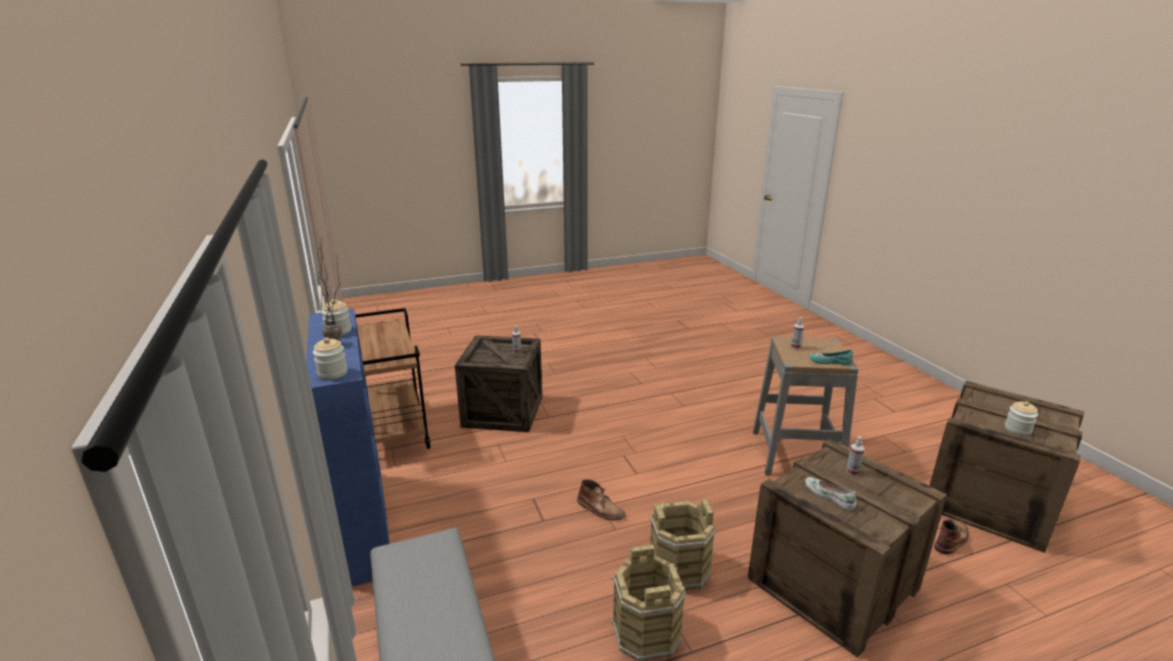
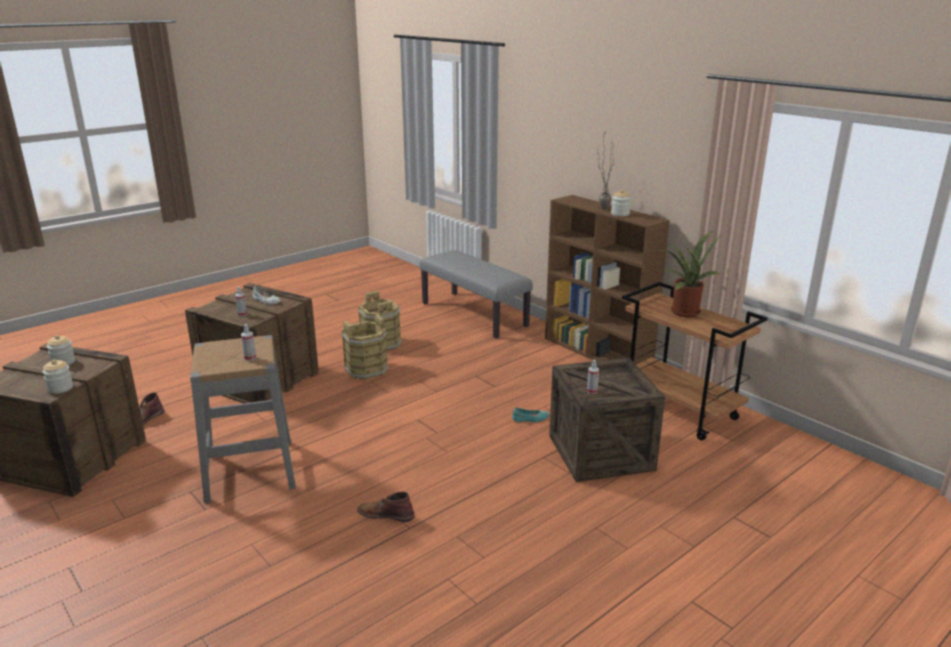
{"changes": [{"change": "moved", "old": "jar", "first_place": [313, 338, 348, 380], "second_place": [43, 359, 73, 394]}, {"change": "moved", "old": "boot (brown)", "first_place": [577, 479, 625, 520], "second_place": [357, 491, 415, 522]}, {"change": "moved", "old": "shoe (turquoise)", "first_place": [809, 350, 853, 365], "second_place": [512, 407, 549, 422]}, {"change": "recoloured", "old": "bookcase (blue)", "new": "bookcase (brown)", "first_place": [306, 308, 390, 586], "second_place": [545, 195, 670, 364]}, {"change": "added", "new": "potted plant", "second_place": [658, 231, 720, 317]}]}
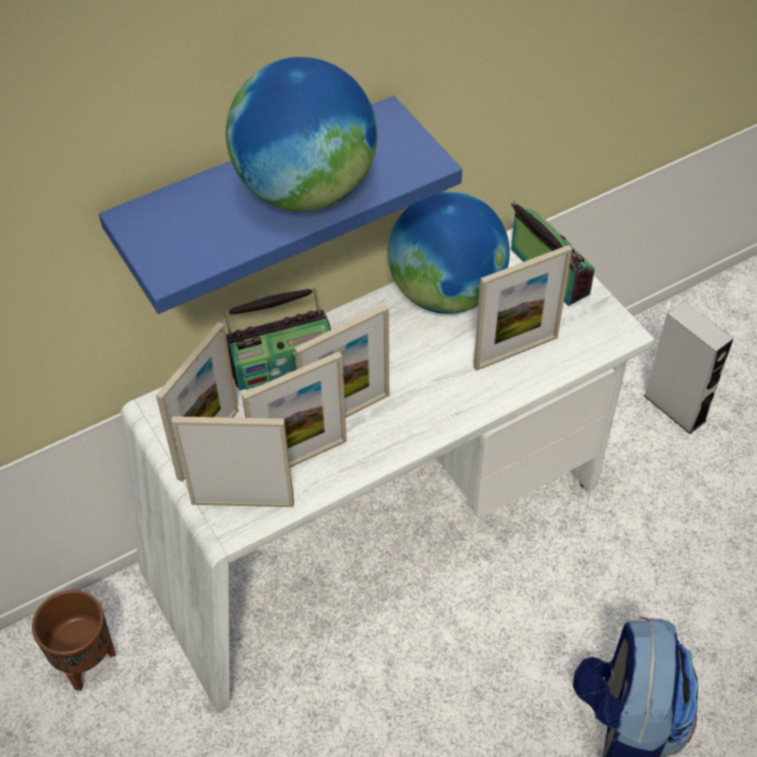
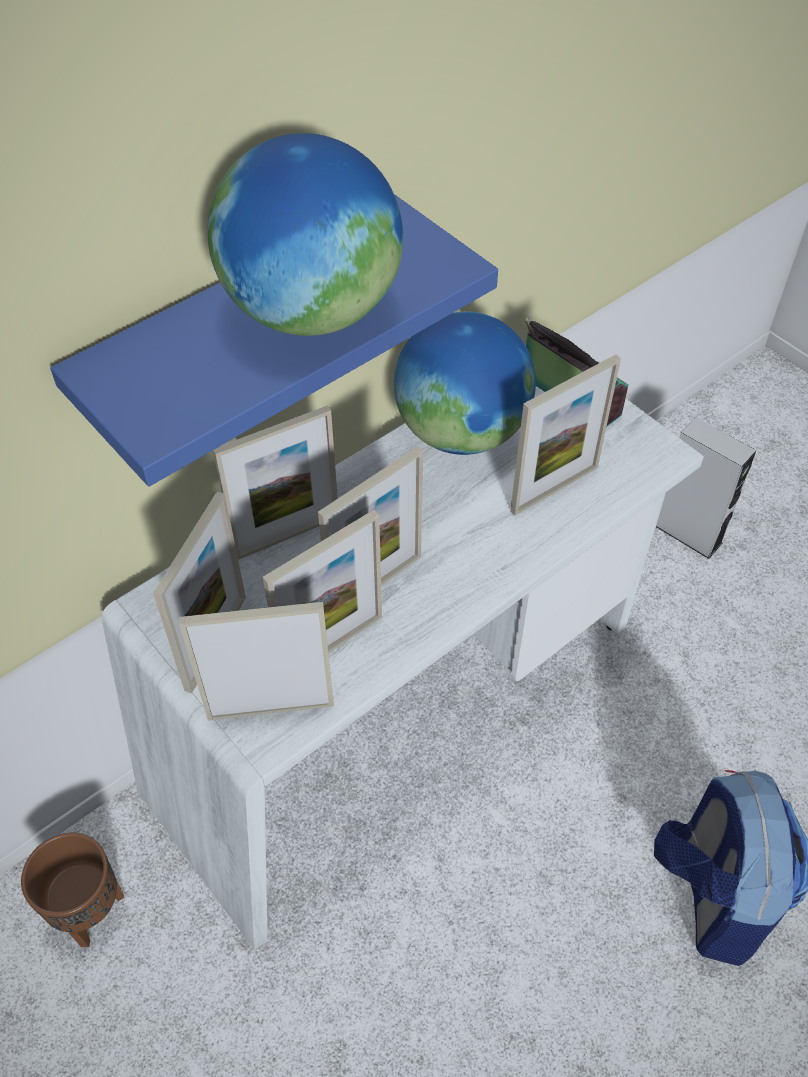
{"changes": [{"change": "replaced", "old": "radio", "new": "picture frame", "first_place": [224, 287, 331, 391], "second_place": [213, 405, 338, 560]}]}
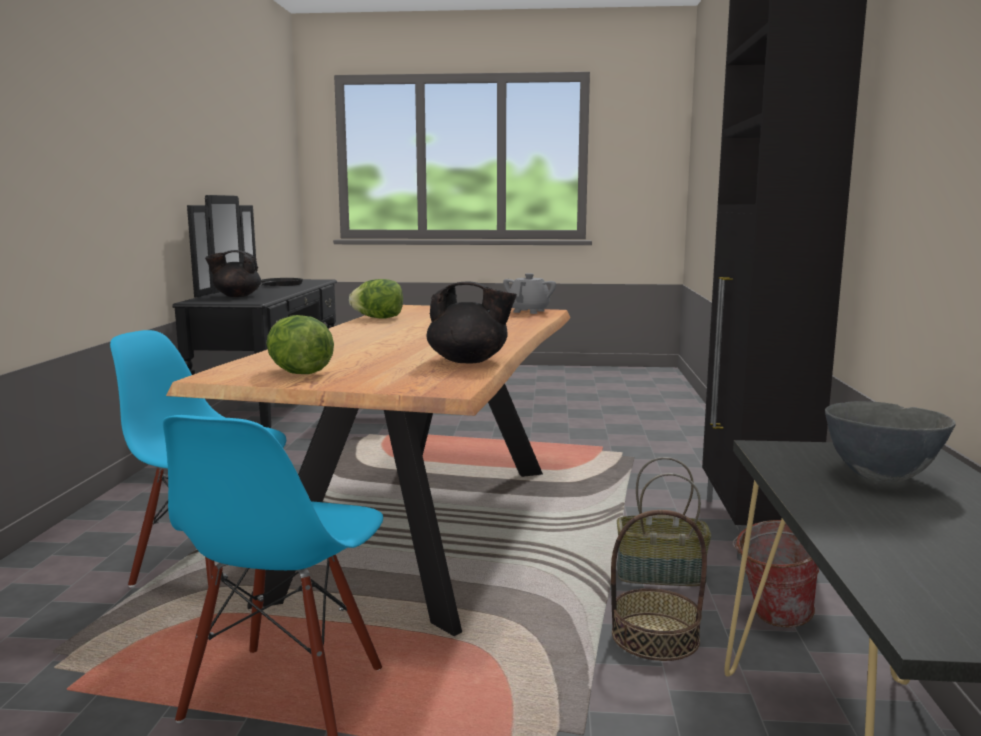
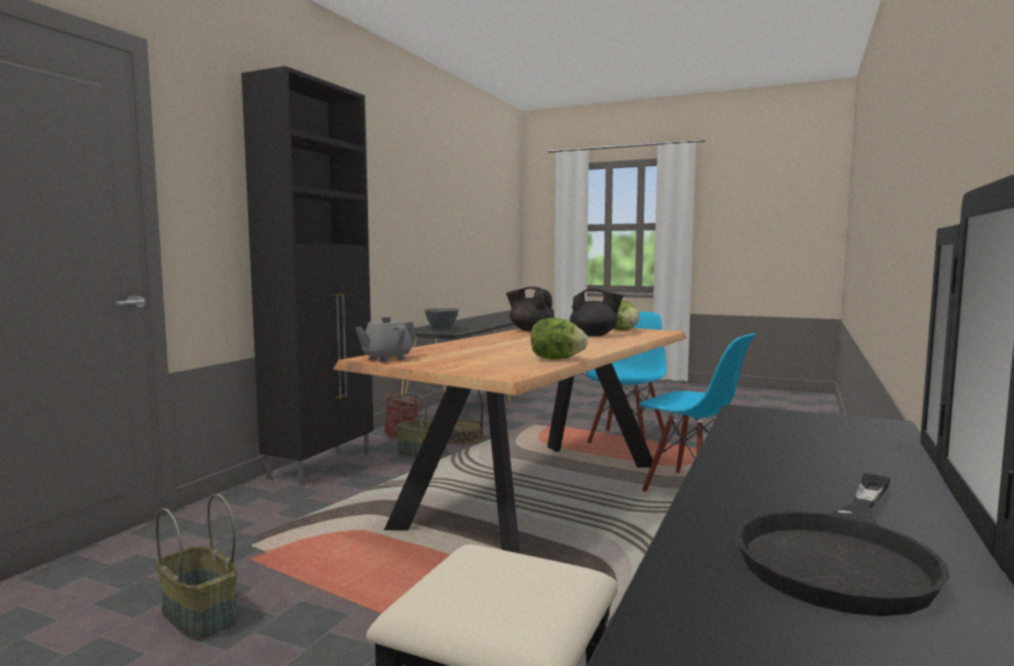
{"changes": [{"change": "added", "new": "basket", "second_place": [156, 494, 238, 640]}, {"change": "moved", "old": "teapot (black)", "first_place": [205, 250, 261, 297], "second_place": [569, 289, 623, 336]}]}
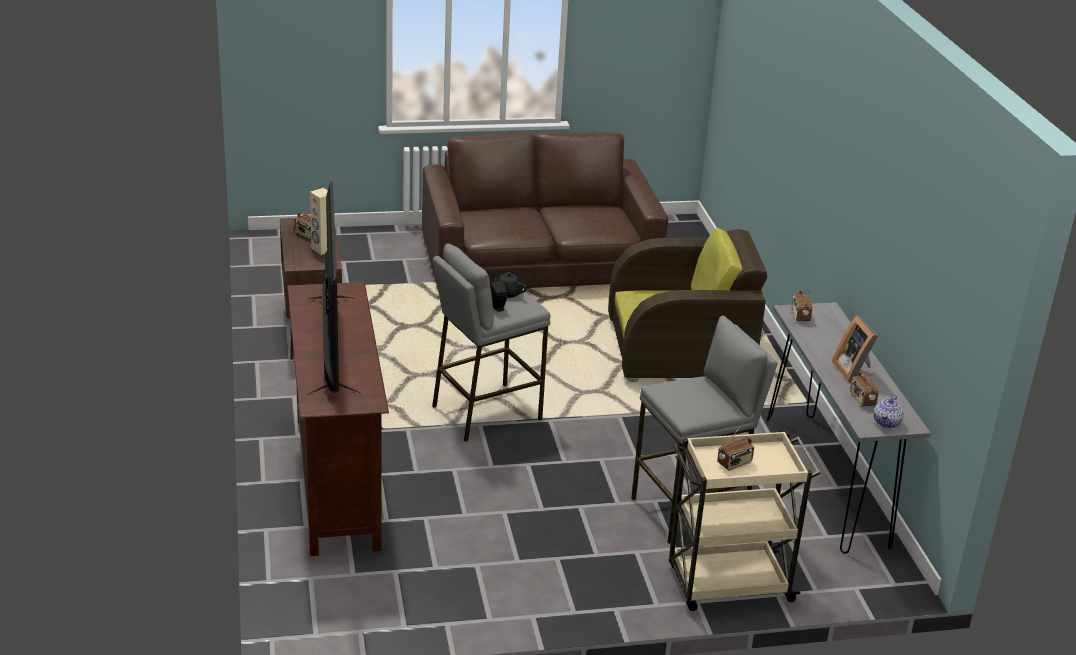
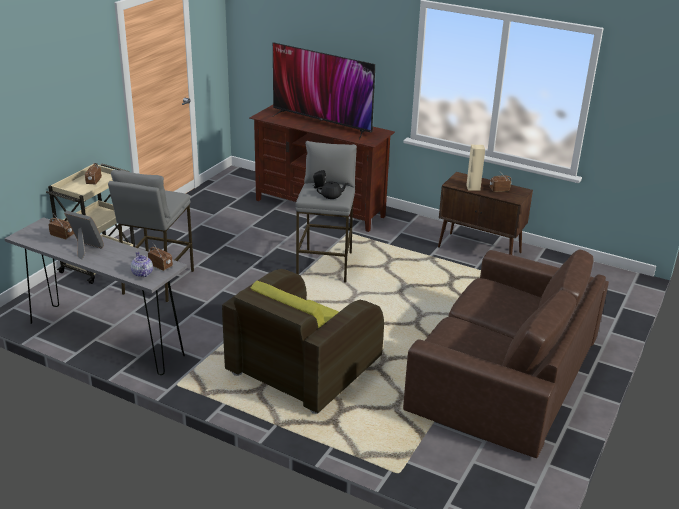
{"changes": [{"change": "moved", "old": "teapot", "first_place": [874, 395, 904, 428], "second_place": [131, 252, 153, 277]}]}
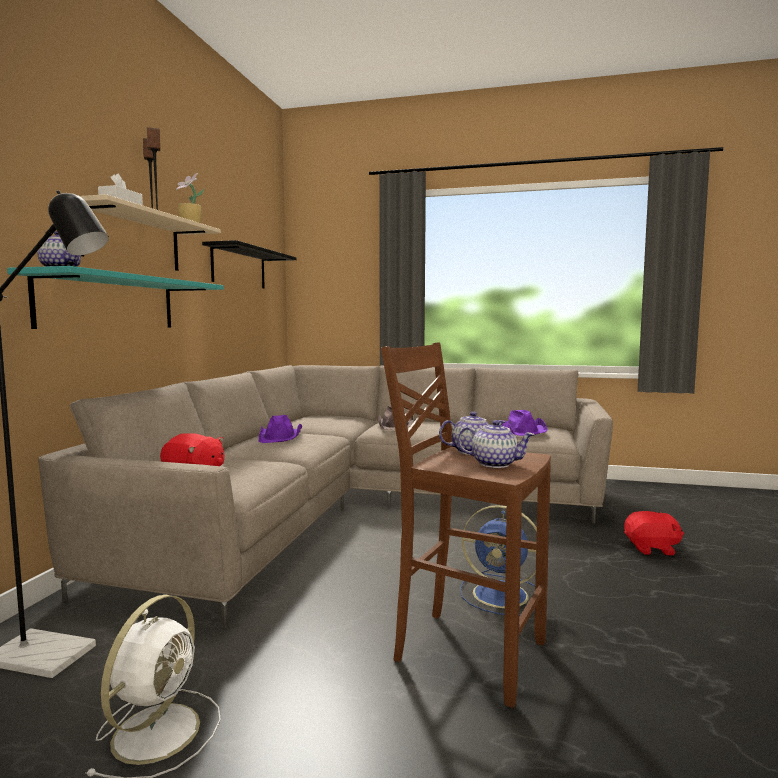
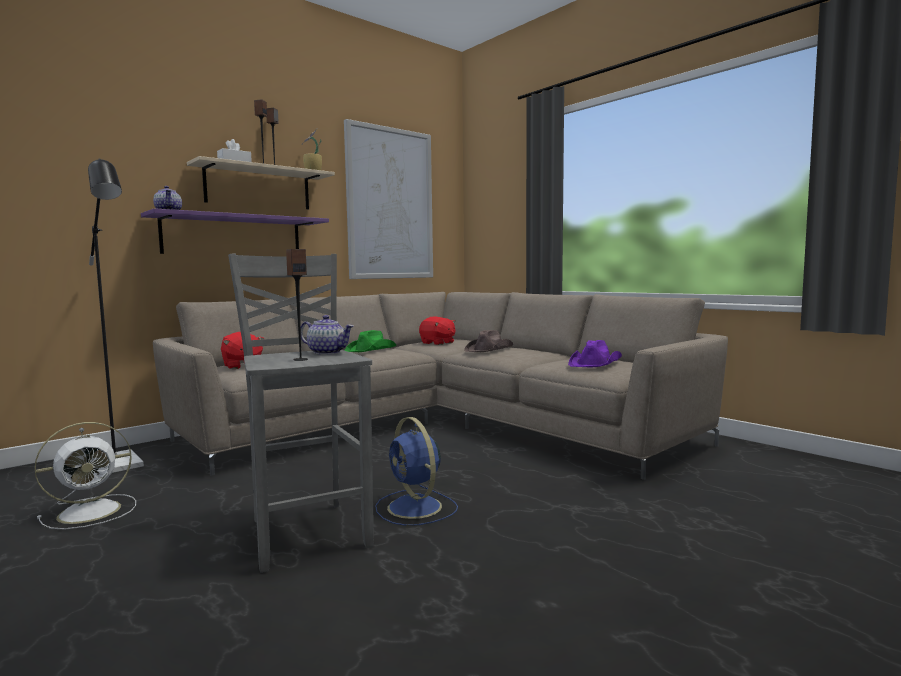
{"changes": [{"change": "recoloured", "old": "shelf (turquoise)", "new": "shelf (purple)", "first_place": [7, 266, 224, 329], "second_place": [141, 208, 329, 254]}, {"change": "recoloured", "old": "stool (brown)", "new": "stool (grey)", "first_place": [381, 343, 551, 708], "second_place": [228, 254, 374, 573]}, {"change": "replaced", "old": "teapot", "new": "speaker", "first_place": [457, 420, 535, 468], "second_place": [286, 249, 308, 361]}, {"change": "replaced", "old": "shelf (black)", "new": "picture", "first_place": [202, 240, 296, 289], "second_place": [344, 119, 433, 279]}, {"change": "recoloured", "old": "hat (purple)", "new": "hat (green)", "first_place": [259, 415, 302, 443], "second_place": [345, 330, 396, 352]}, {"change": "moved", "old": "plush toy (red)", "first_place": [624, 511, 684, 555], "second_place": [419, 316, 455, 345]}]}
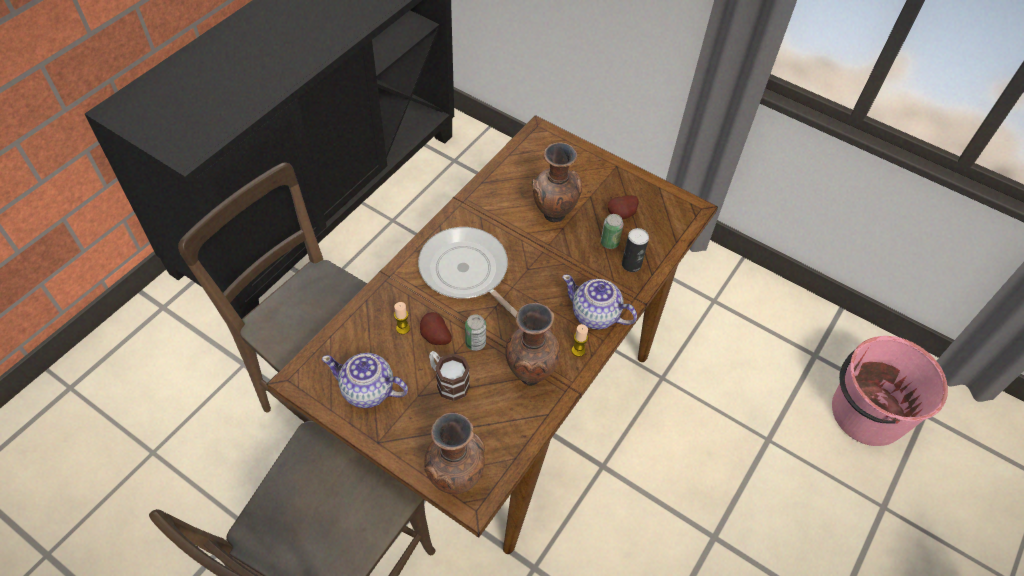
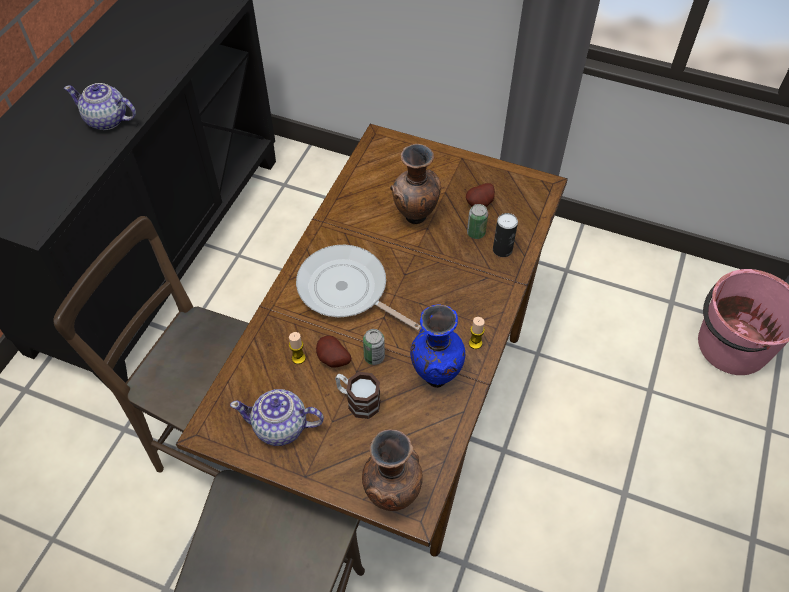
{"changes": [{"change": "moved", "old": "teapot", "first_place": [562, 275, 637, 330], "second_place": [64, 83, 136, 130]}, {"change": "recoloured", "old": "vase (brown)", "new": "vase (blue)", "first_place": [505, 303, 560, 386], "second_place": [410, 304, 465, 388]}]}
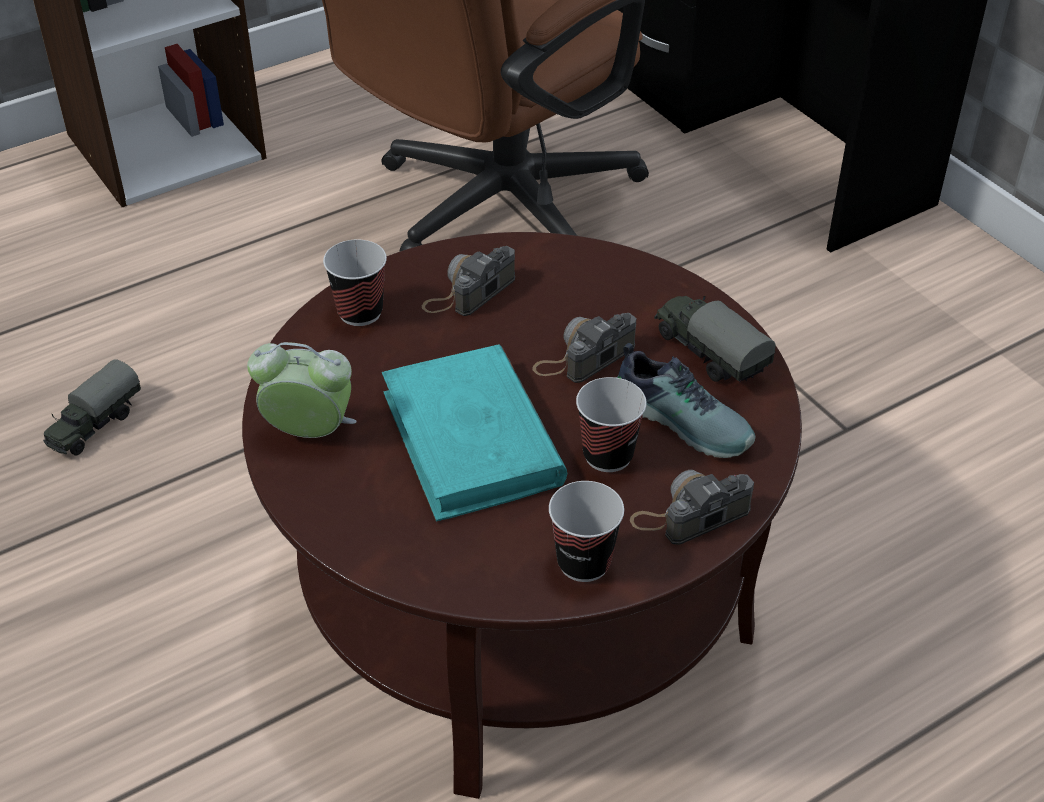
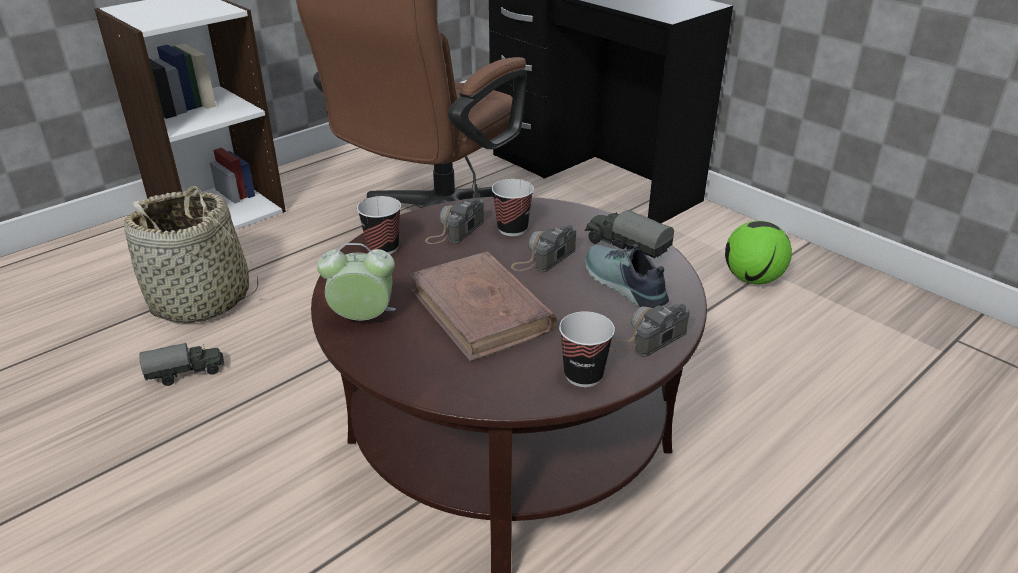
{"changes": [{"change": "added", "new": "basket", "second_place": [124, 186, 258, 323]}, {"change": "turned", "old": "toy truck", "first_place": [43, 359, 141, 456], "second_place": [139, 343, 224, 386], "degrees": -135}, {"change": "recoloured", "old": "book (turquoise)", "new": "book (brown)", "first_place": [382, 344, 567, 522], "second_place": [410, 251, 556, 362]}, {"change": "moved", "old": "cup", "first_place": [576, 377, 647, 472], "second_place": [492, 179, 534, 236]}, {"change": "turned", "old": "shoe", "first_place": [616, 343, 755, 458], "second_place": [585, 244, 669, 308], "degrees": -150}, {"change": "added", "new": "football", "second_place": [725, 221, 792, 285]}]}
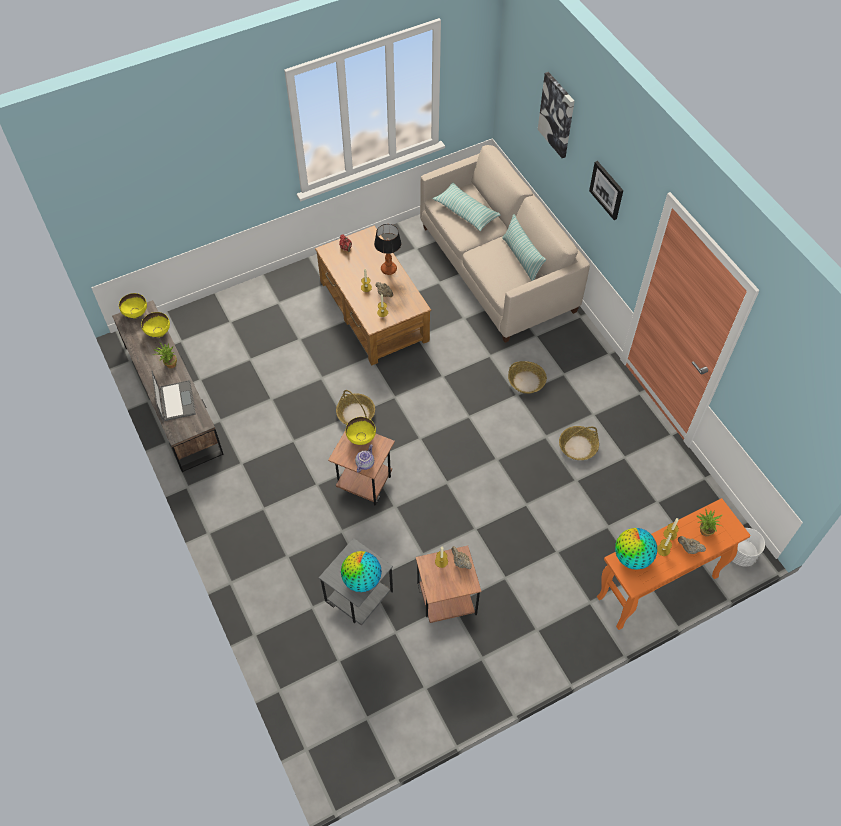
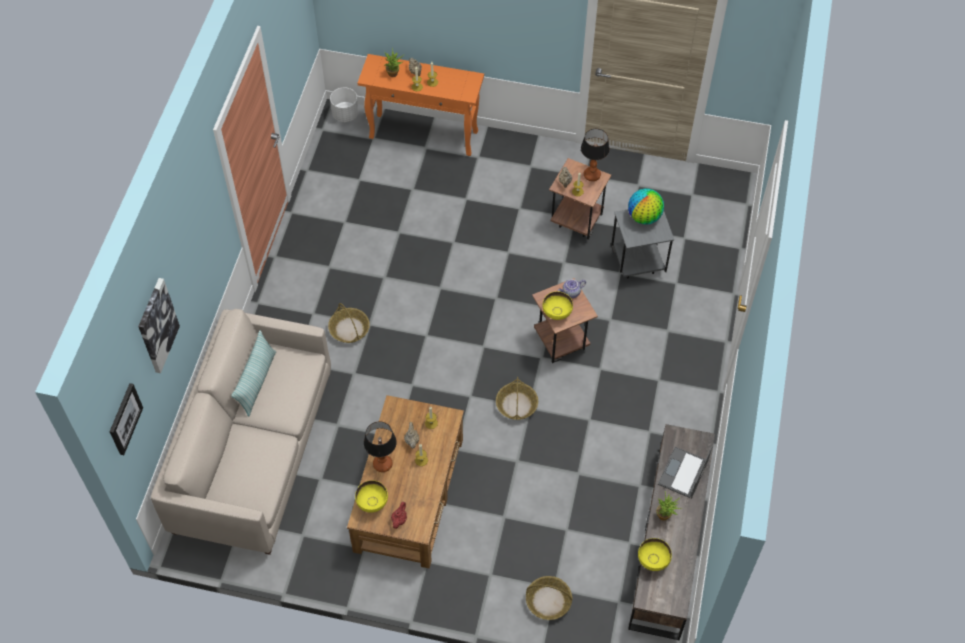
{"changes": [{"change": "moved", "old": "picture", "first_place": [589, 161, 623, 220], "second_place": [109, 383, 143, 455]}, {"change": "moved", "old": "bowl (yellow)", "first_place": [119, 293, 147, 319], "second_place": [355, 480, 388, 513]}, {"change": "moved", "old": "basket", "first_place": [559, 426, 599, 460], "second_place": [526, 576, 573, 620]}, {"change": "added", "new": "table lamp", "second_place": [581, 129, 610, 181]}, {"change": "removed", "old": "pillow", "first_place": [432, 183, 501, 231]}, {"change": "removed", "old": "globe", "first_place": [615, 528, 657, 570]}]}
